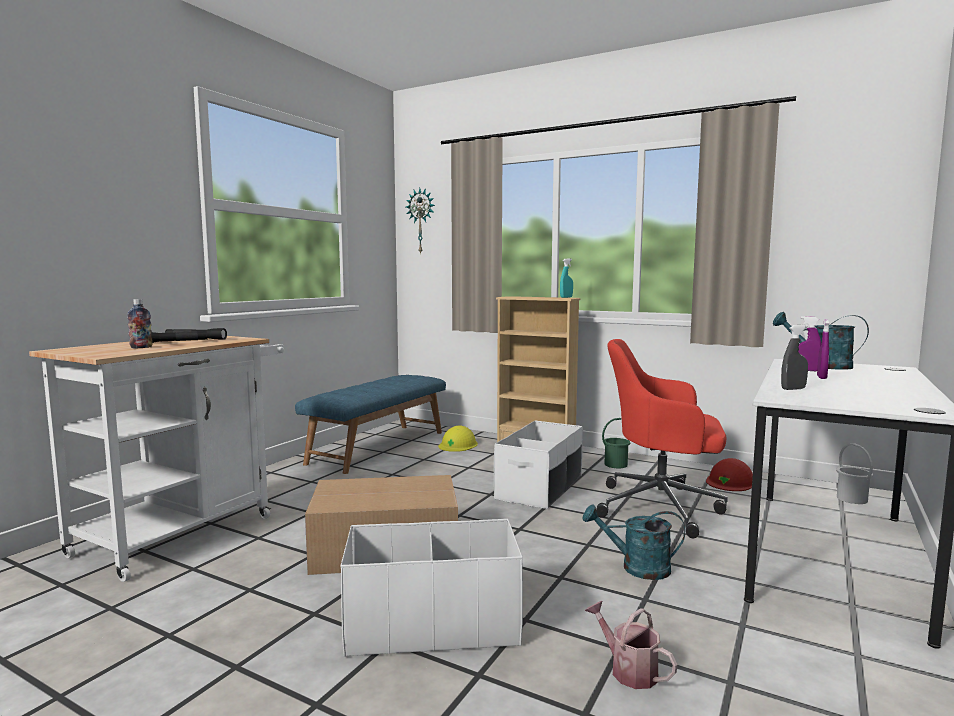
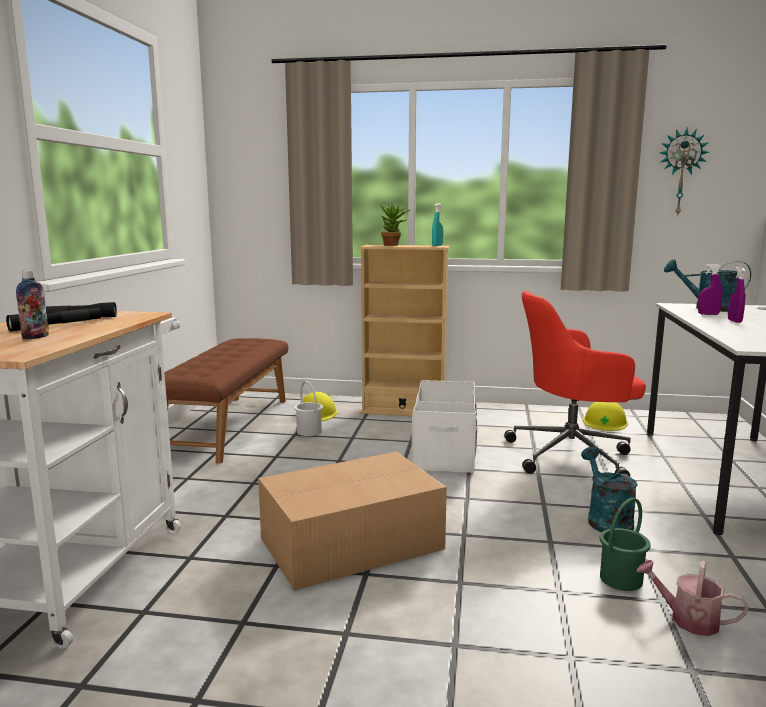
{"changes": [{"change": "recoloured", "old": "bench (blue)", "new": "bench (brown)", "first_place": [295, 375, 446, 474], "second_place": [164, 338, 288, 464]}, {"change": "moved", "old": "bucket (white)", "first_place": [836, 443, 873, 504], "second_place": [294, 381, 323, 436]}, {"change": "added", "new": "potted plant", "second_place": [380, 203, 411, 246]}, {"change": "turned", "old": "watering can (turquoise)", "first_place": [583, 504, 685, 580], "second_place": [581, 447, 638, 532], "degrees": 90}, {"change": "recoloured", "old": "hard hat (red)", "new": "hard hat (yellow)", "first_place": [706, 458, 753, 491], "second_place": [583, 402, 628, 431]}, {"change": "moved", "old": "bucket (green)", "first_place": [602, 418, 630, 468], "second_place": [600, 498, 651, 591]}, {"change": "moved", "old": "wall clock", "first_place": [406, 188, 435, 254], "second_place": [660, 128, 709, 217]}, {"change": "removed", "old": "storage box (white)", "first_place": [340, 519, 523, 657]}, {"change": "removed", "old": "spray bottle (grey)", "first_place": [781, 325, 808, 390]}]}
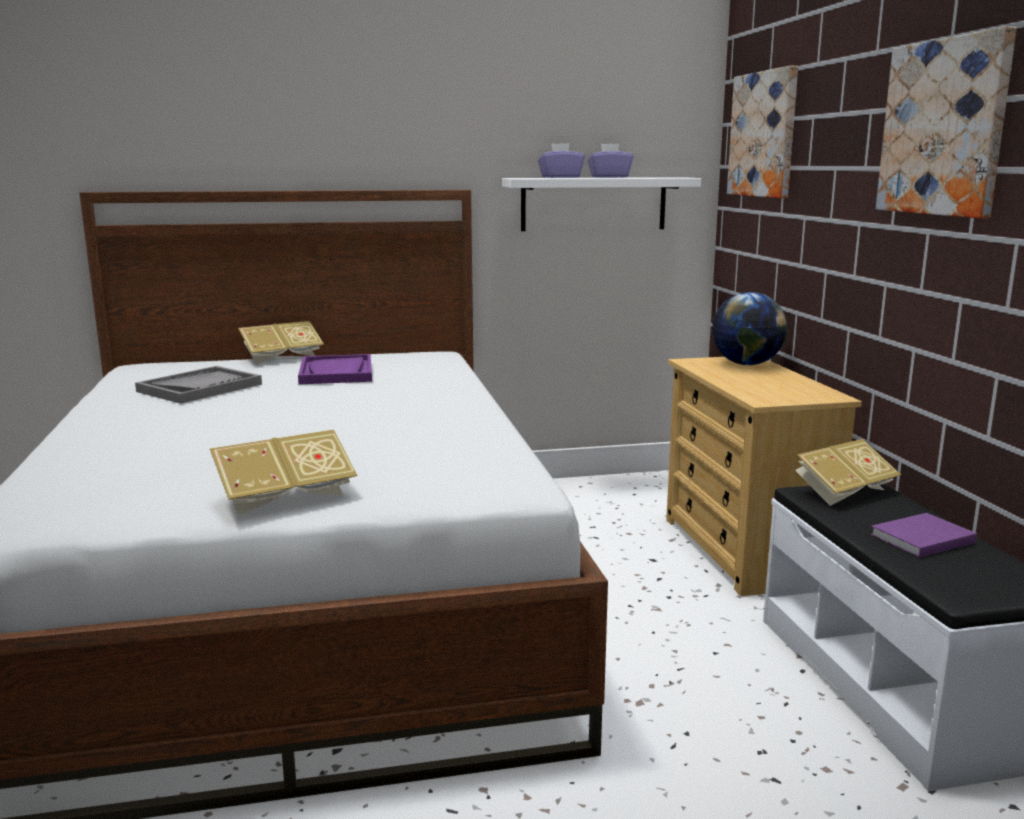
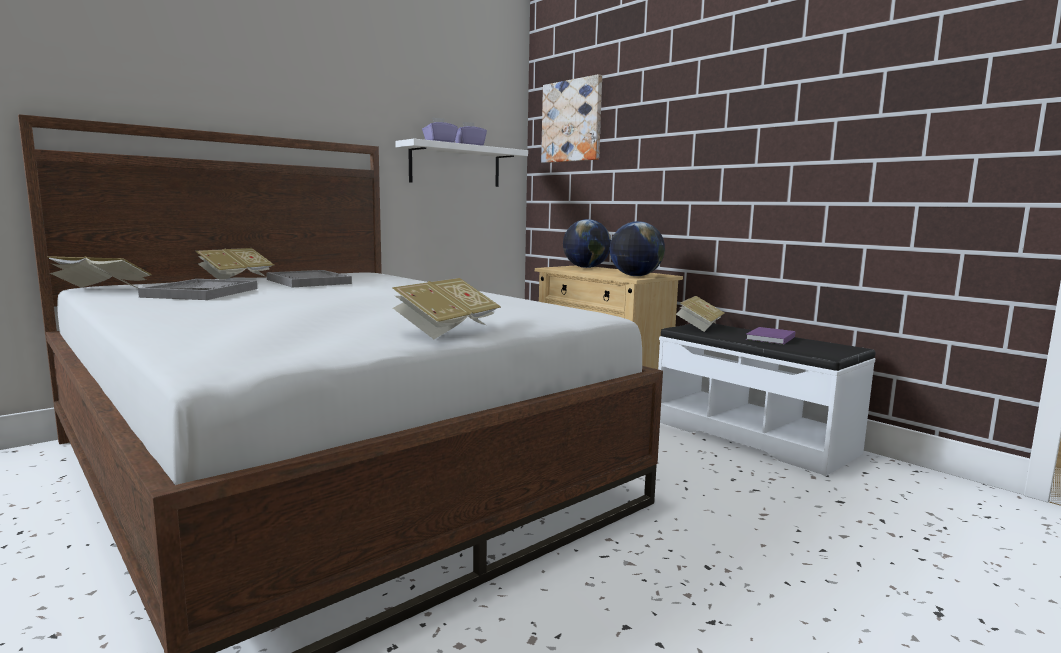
{"changes": [{"change": "added", "new": "book", "second_place": [47, 256, 152, 288]}, {"change": "recoloured", "old": "tray (purple)", "new": "tray (grey)", "first_place": [298, 354, 372, 384], "second_place": [266, 270, 352, 287]}, {"change": "added", "new": "globe", "second_place": [610, 221, 665, 276]}, {"change": "removed", "old": "picture", "first_place": [876, 26, 1017, 218]}]}
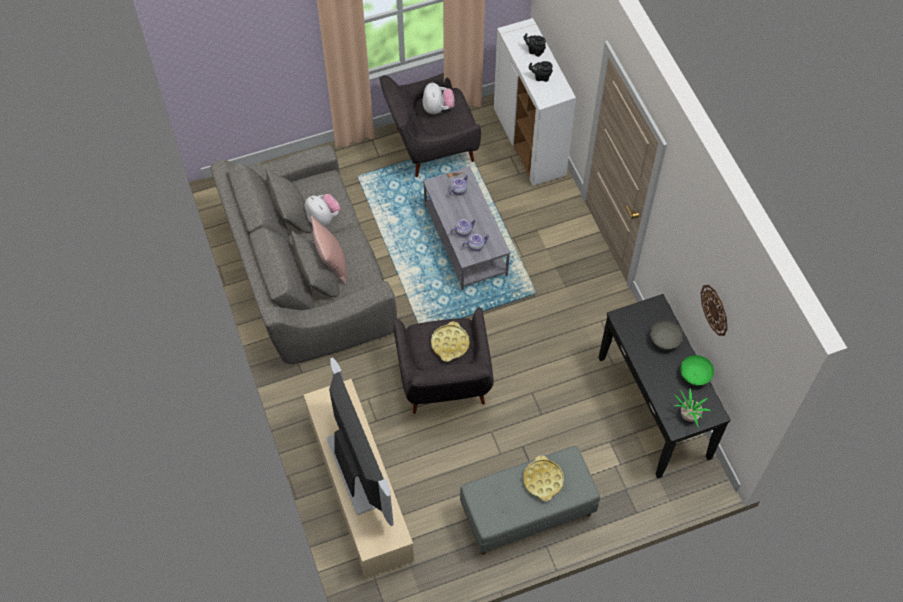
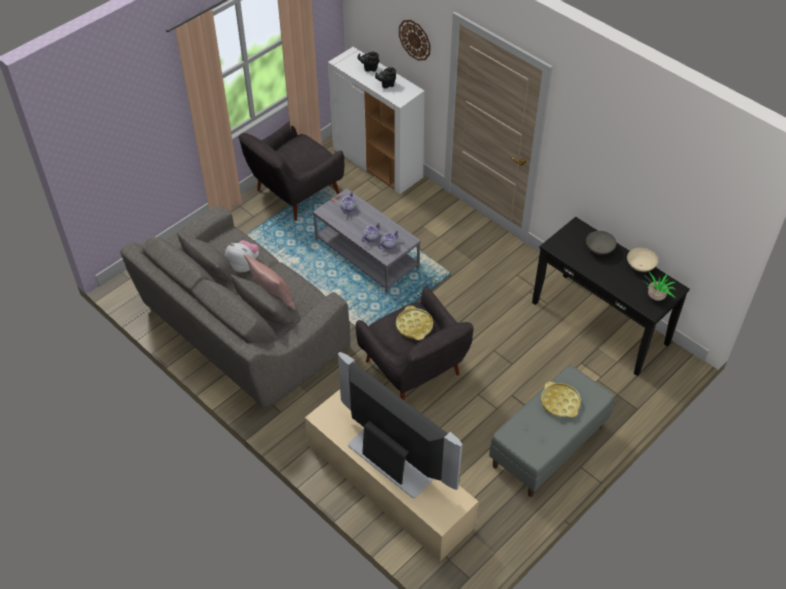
{"changes": [{"change": "moved", "old": "wall clock", "first_place": [701, 285, 728, 336], "second_place": [399, 20, 431, 61]}, {"change": "recoloured", "old": "bowl (green)", "new": "bowl (beige)", "first_place": [680, 355, 714, 385], "second_place": [627, 247, 658, 272]}, {"change": "removed", "old": "plush toy", "first_place": [422, 82, 455, 114]}]}
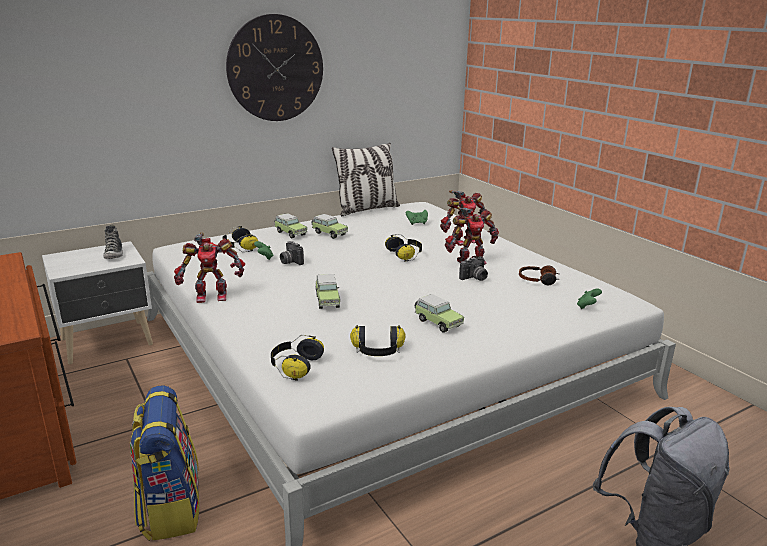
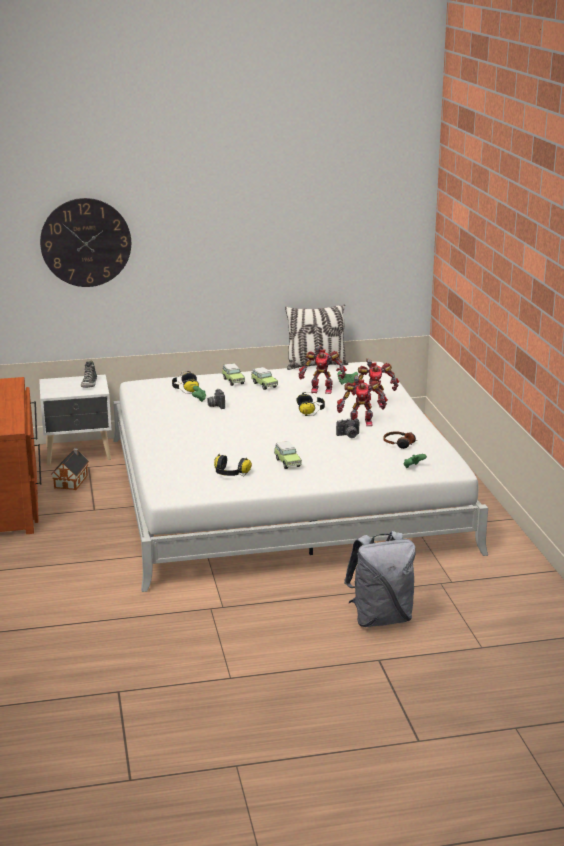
{"changes": [{"change": "moved", "old": "wall clock", "first_place": [226, 14, 323, 121], "second_place": [40, 198, 131, 287]}, {"change": "added", "new": "toy house", "second_place": [52, 448, 89, 490]}, {"change": "moved", "old": "toy robot", "first_place": [174, 233, 245, 303], "second_place": [299, 345, 347, 394]}, {"change": "removed", "old": "backpack", "first_place": [130, 385, 199, 541]}, {"change": "removed", "old": "headphones", "first_place": [271, 335, 324, 381]}, {"change": "removed", "old": "toy car", "first_place": [315, 274, 340, 309]}]}
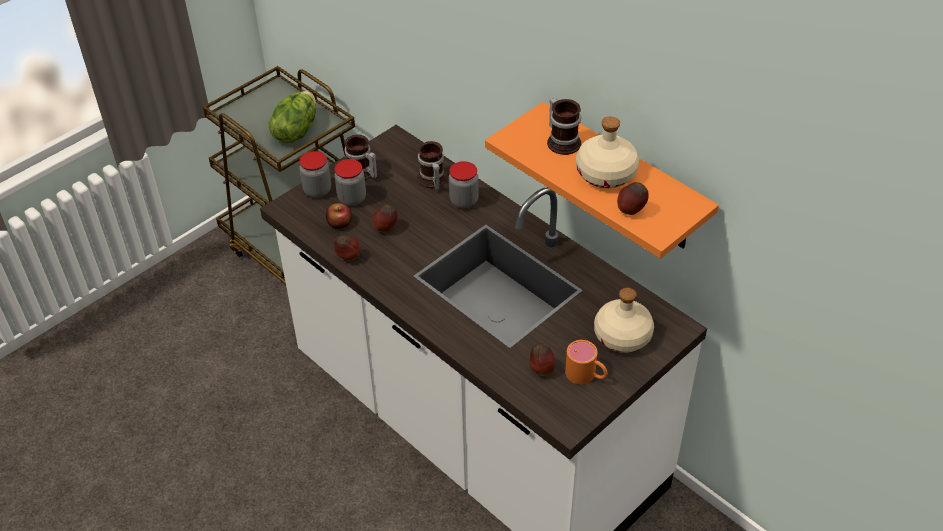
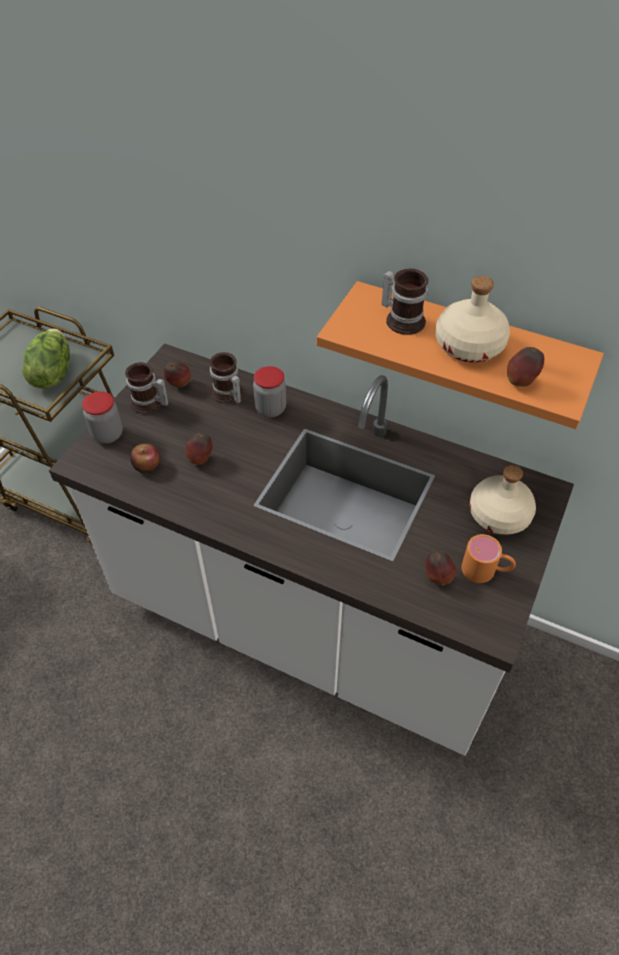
{"changes": [{"change": "moved", "old": "apple", "first_place": [334, 234, 361, 261], "second_place": [164, 361, 191, 387]}, {"change": "removed", "old": "jar", "first_place": [334, 159, 366, 206]}]}
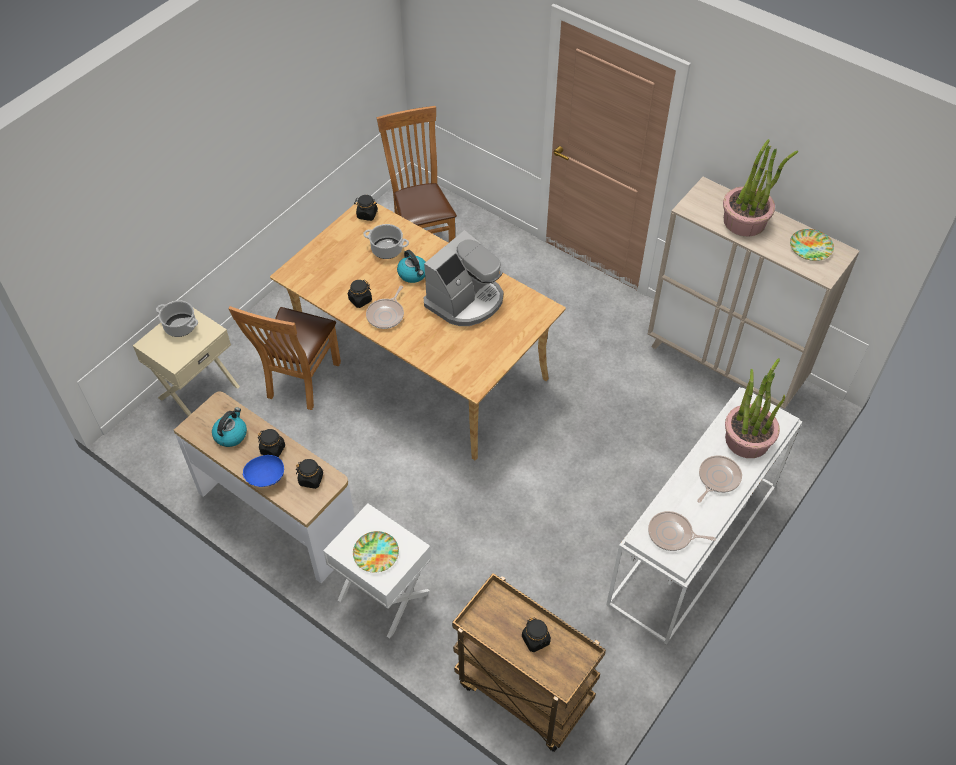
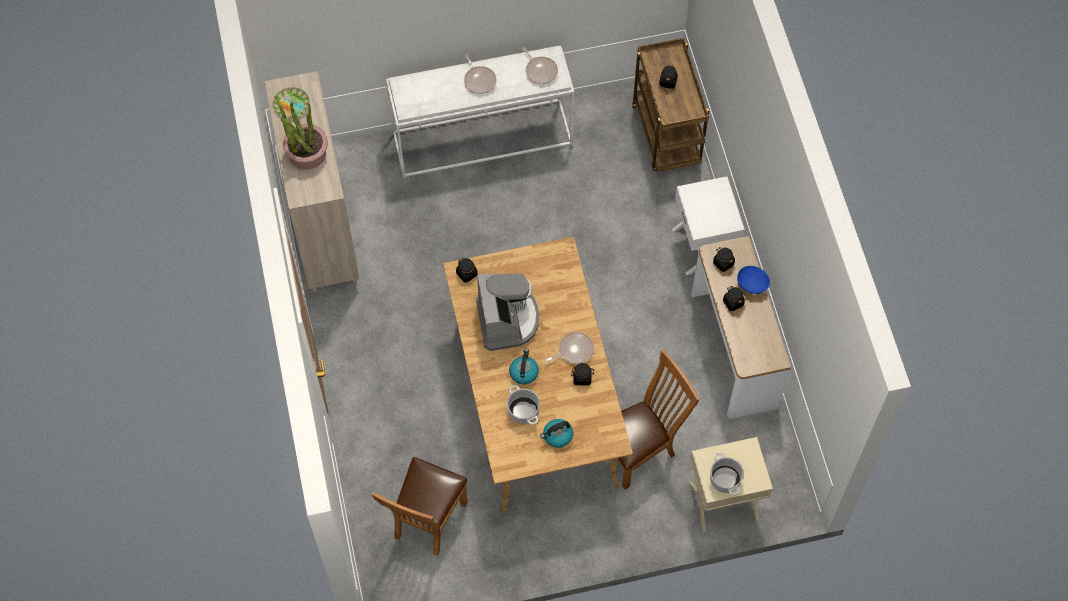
{"changes": [{"change": "moved", "old": "jar (black)", "first_place": [354, 195, 378, 221], "second_place": [456, 258, 478, 283]}, {"change": "turned", "old": "frying pan", "first_place": [697, 455, 742, 503], "second_place": [464, 54, 497, 94], "degrees": -105}, {"change": "turned", "old": "coffee machine", "first_place": [424, 230, 503, 326], "second_place": [476, 273, 539, 351], "degrees": 90}, {"change": "moved", "old": "kettle", "first_place": [212, 407, 247, 447], "second_place": [540, 419, 573, 448]}, {"change": "removed", "old": "plate", "first_place": [353, 531, 399, 573]}, {"change": "removed", "old": "potted plant", "first_place": [725, 358, 785, 458]}]}
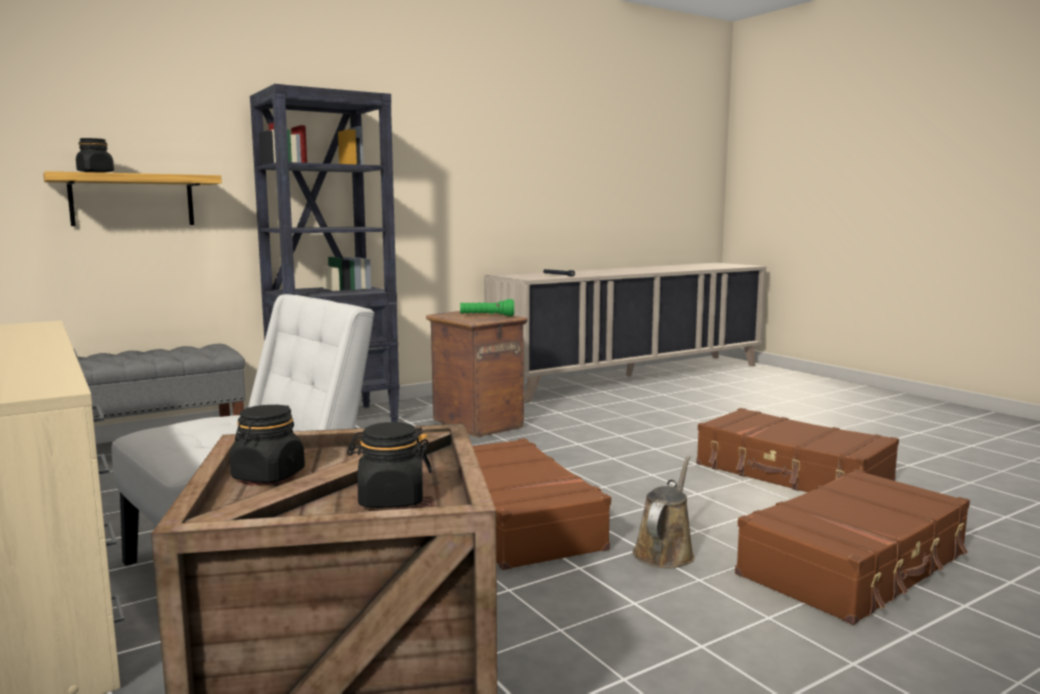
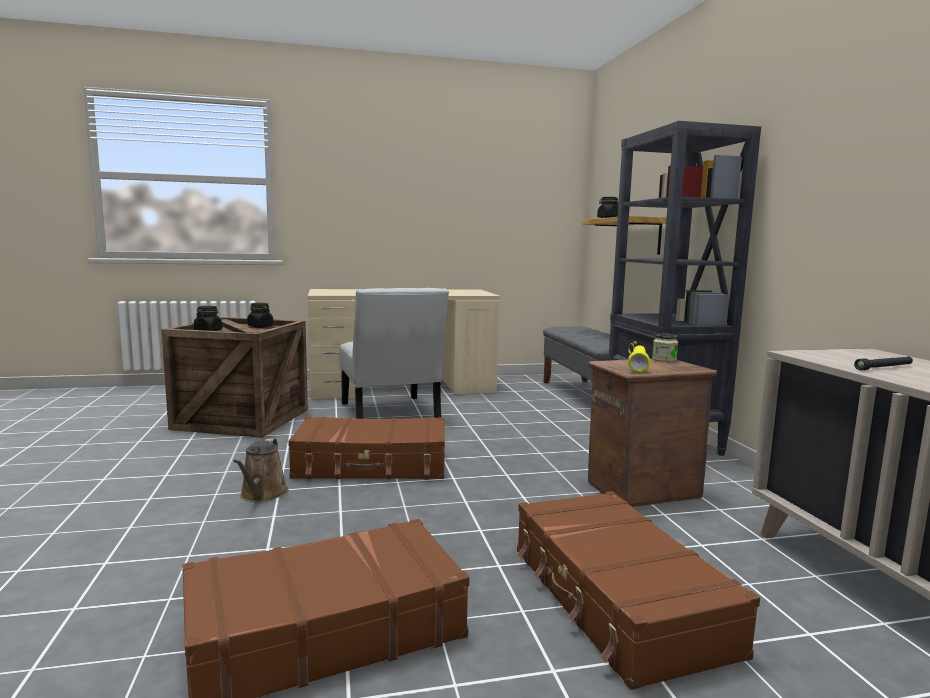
{"changes": [{"change": "turned", "old": "watering can (brown)", "first_place": [633, 456, 695, 568], "second_place": [233, 438, 288, 502], "degrees": 45}, {"change": "moved", "old": "suitcase (brown)", "first_place": [735, 469, 970, 625], "second_place": [517, 491, 760, 690]}, {"change": "recoloured", "old": "flashlight (green)", "new": "flashlight (yellow)", "first_place": [460, 299, 514, 316], "second_place": [628, 345, 650, 372]}, {"change": "added", "new": "jar", "second_place": [652, 334, 678, 362]}]}
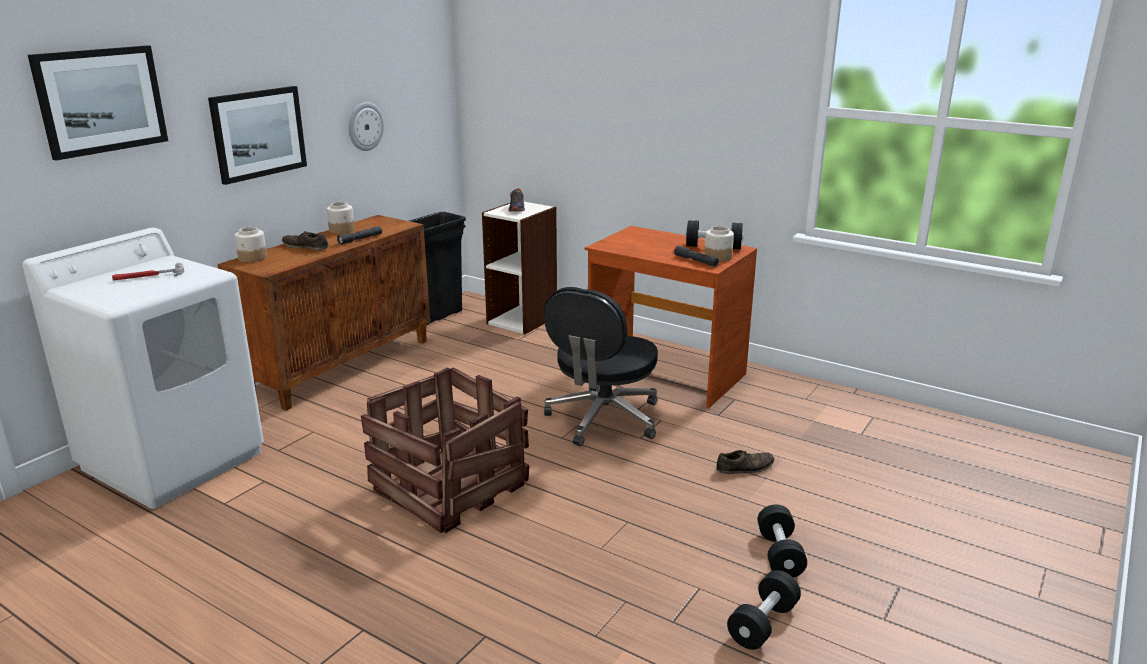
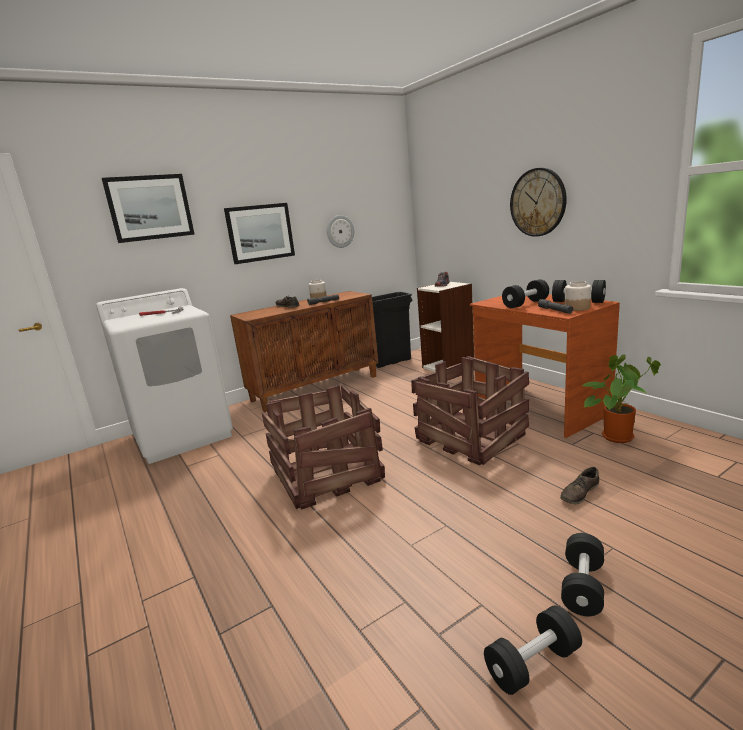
{"changes": [{"change": "replaced", "old": "office chair (black)", "new": "crate", "first_place": [544, 287, 658, 446], "second_place": [411, 356, 529, 465]}, {"change": "added", "new": "dumbbell (black)", "second_place": [502, 279, 549, 308]}, {"change": "added", "new": "wall clock", "second_place": [510, 168, 567, 237]}, {"change": "turned", "old": "shoe (brown)", "first_place": [716, 450, 774, 474], "second_place": [560, 467, 599, 504], "degrees": 135}, {"change": "added", "new": "potted plant", "second_place": [582, 354, 661, 443]}, {"change": "removed", "old": "jar", "first_place": [235, 227, 267, 262]}]}
